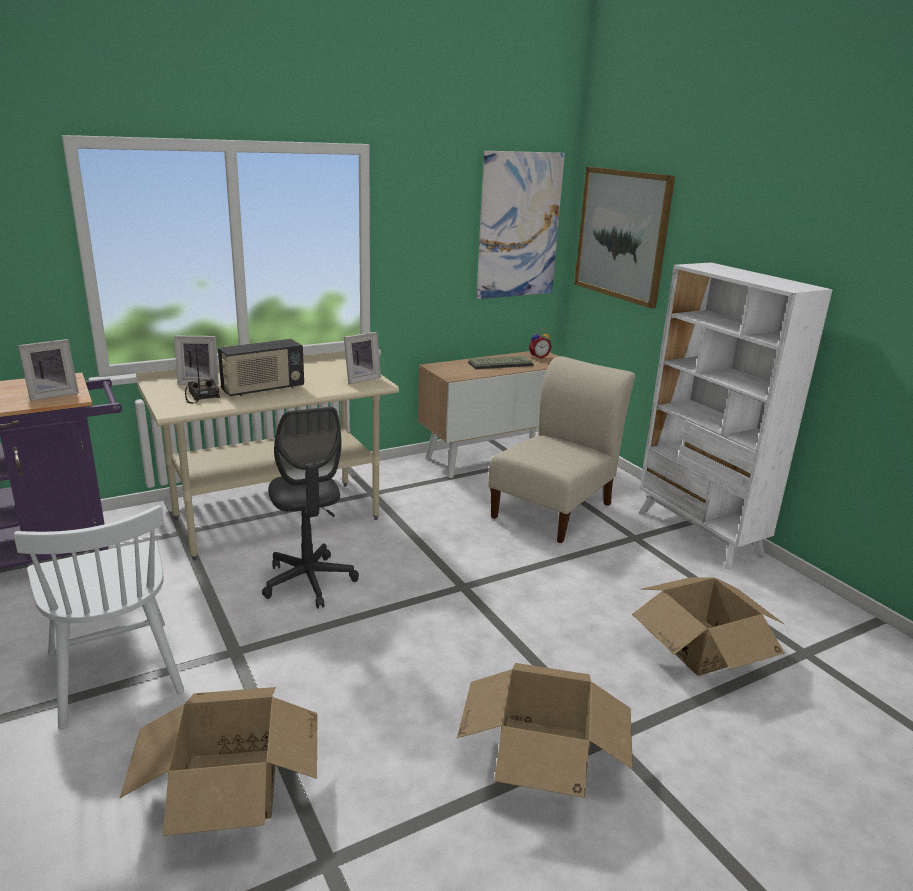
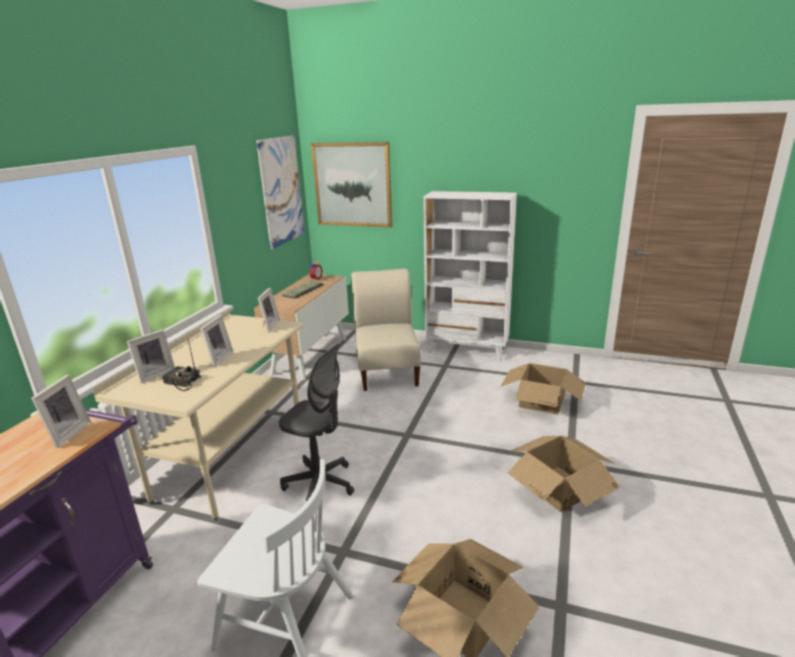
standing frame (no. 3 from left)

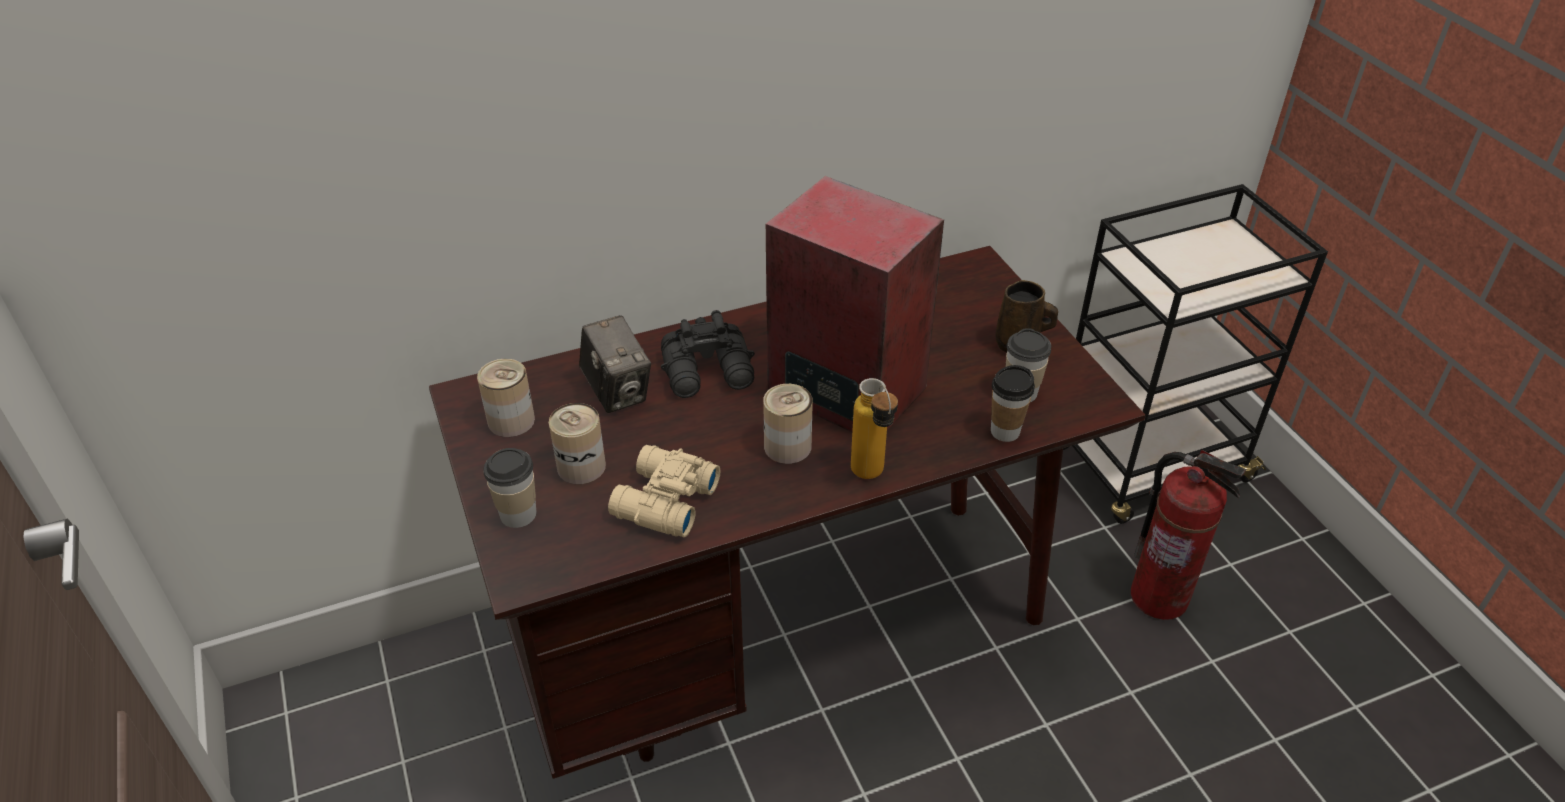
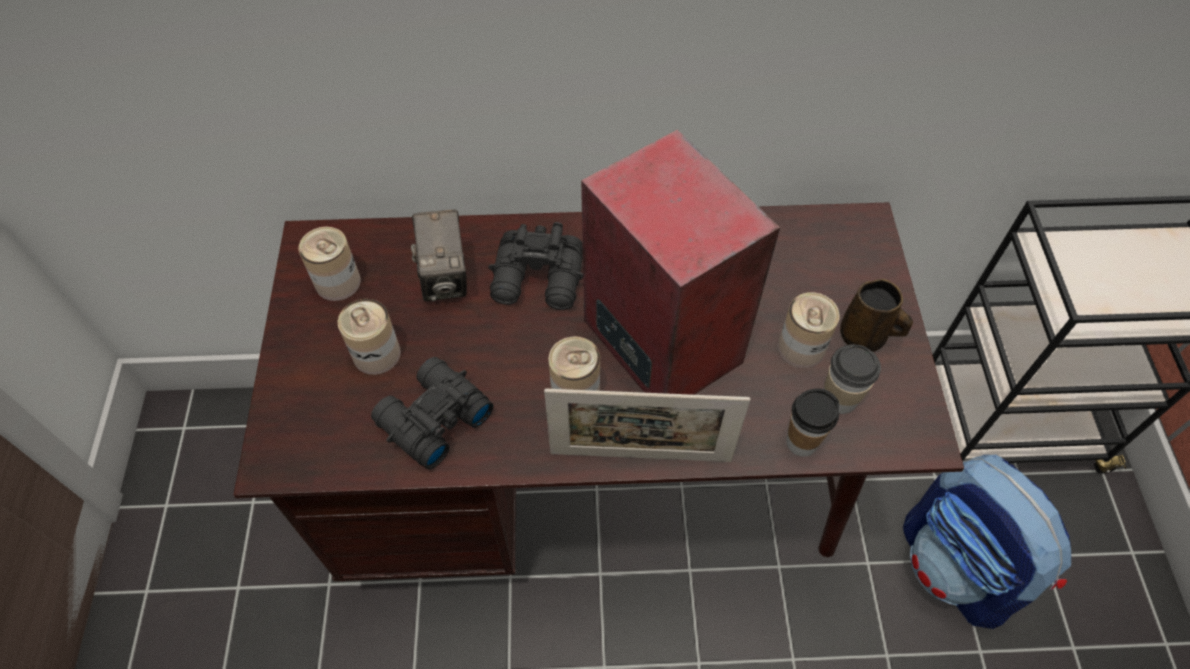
standing frame; black field glasses (no. 1 from left); cup (no. 1 from left in the first image); rucksack; can (no. 4 from left)

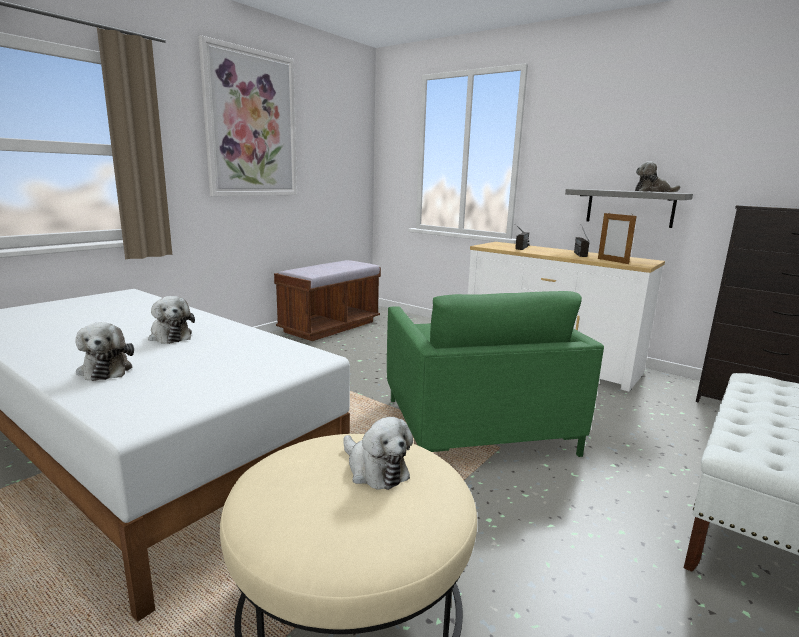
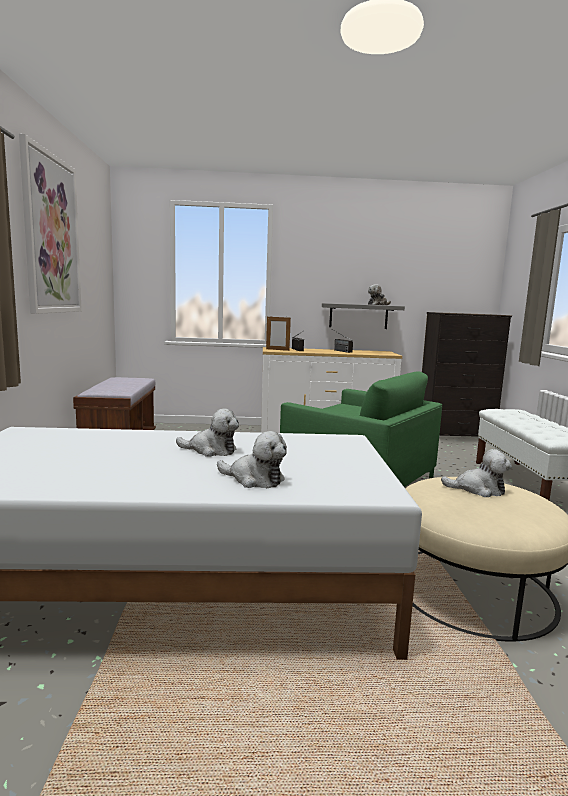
standing frame

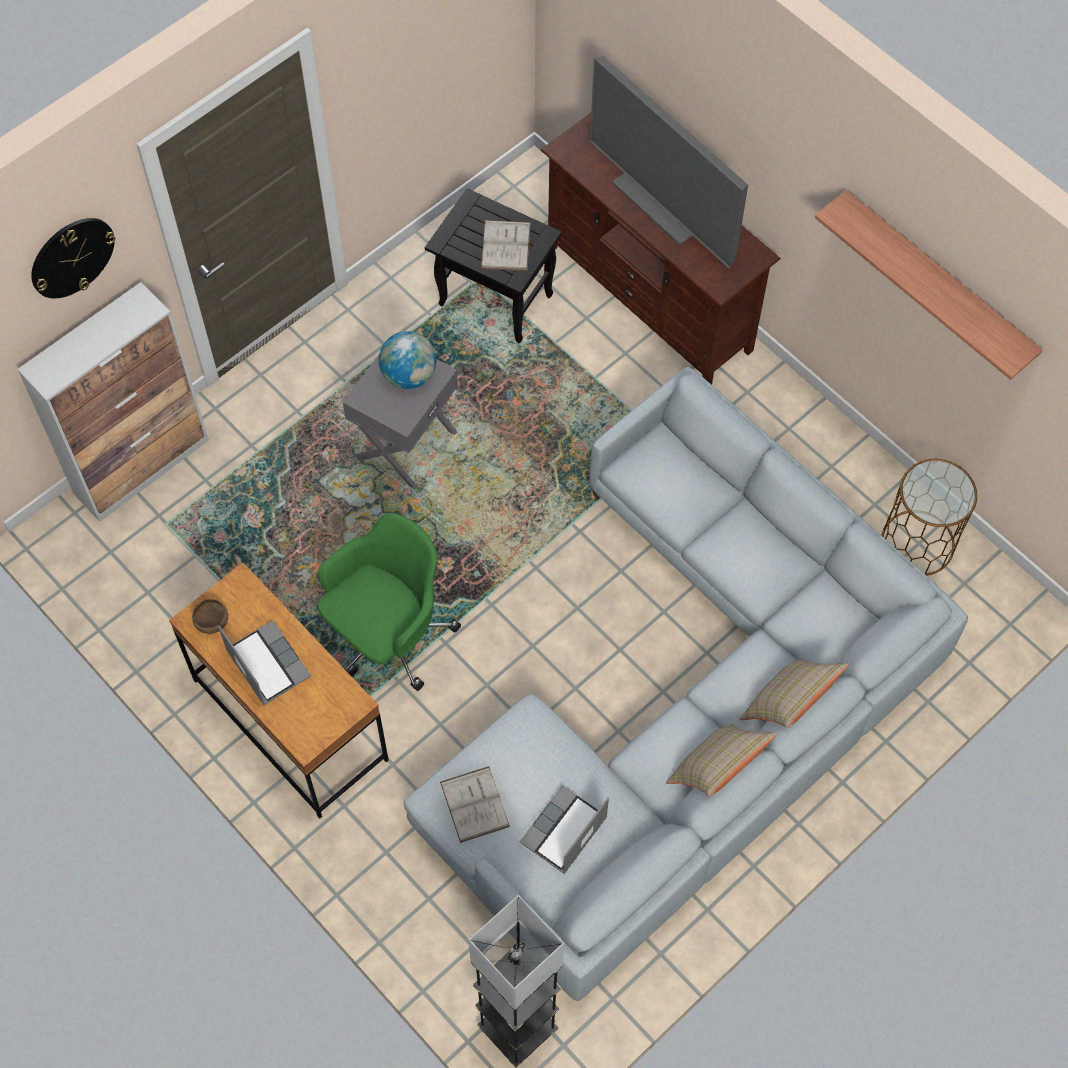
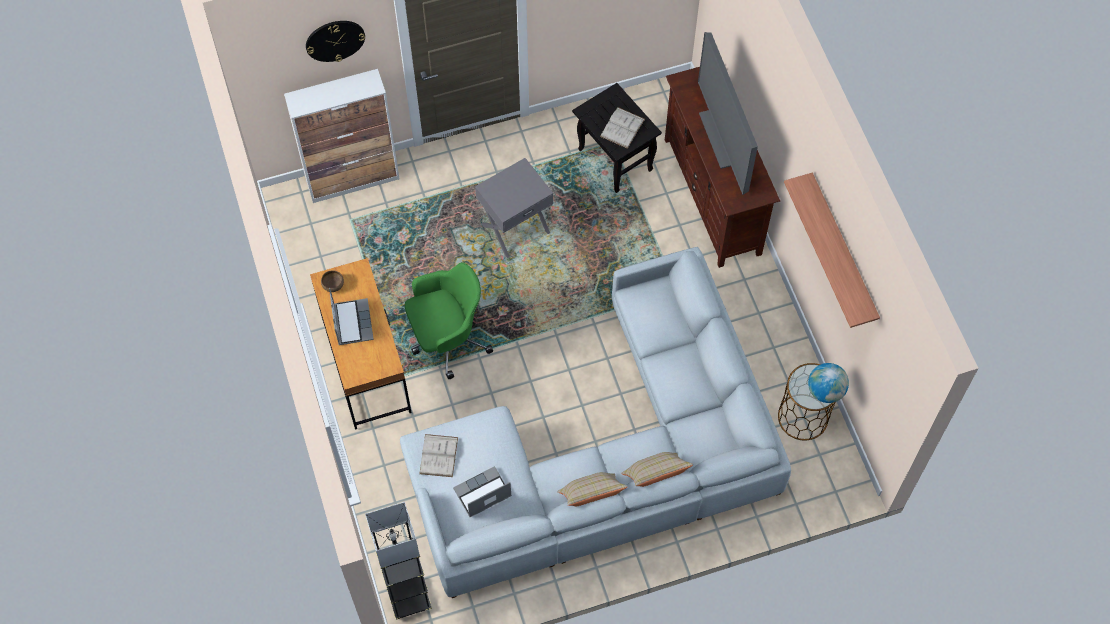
desk globe

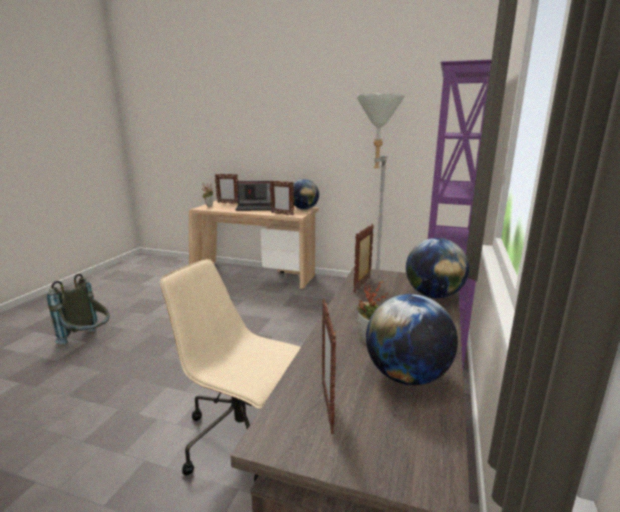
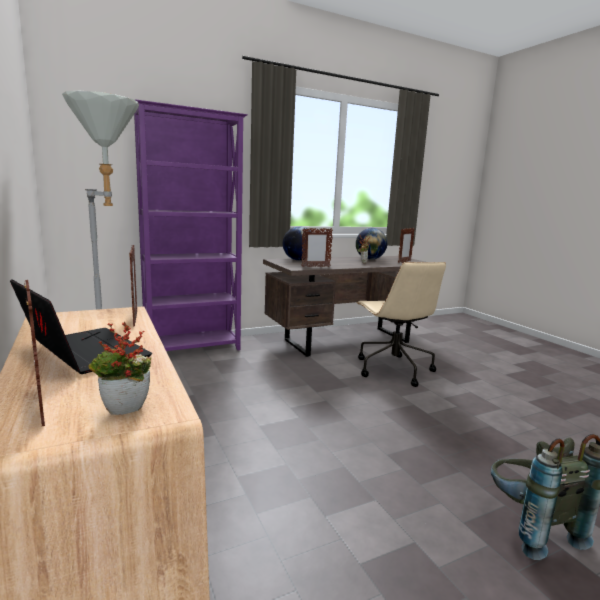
desk globe (no. 1 from left in the first image)

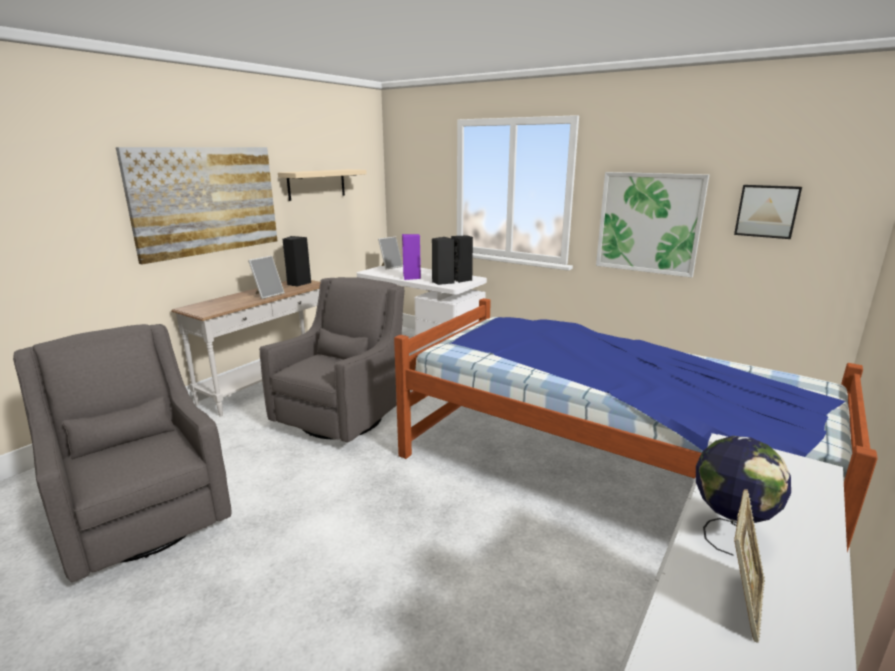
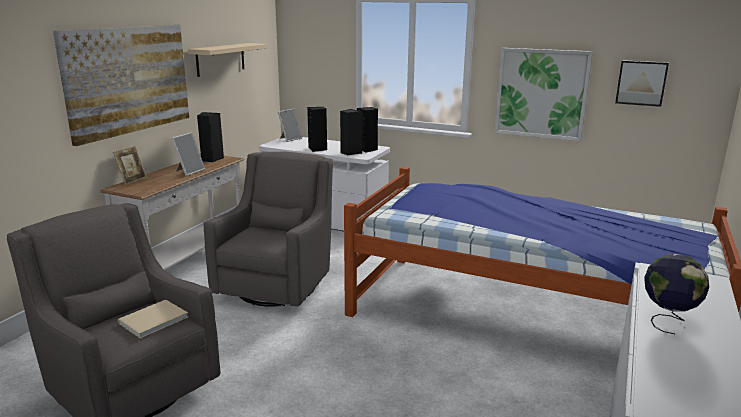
black speaker (no. 2 from left); standing frame (no. 1 from left); sand-coloured bound book

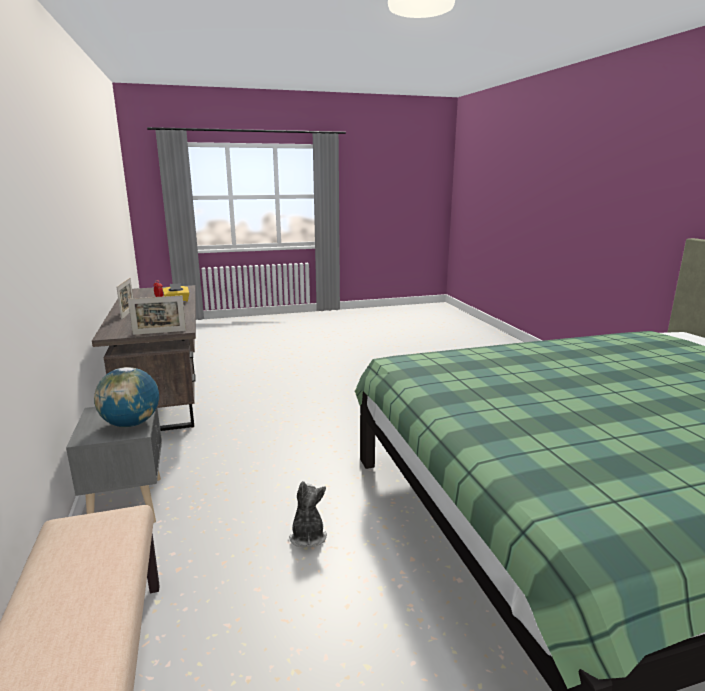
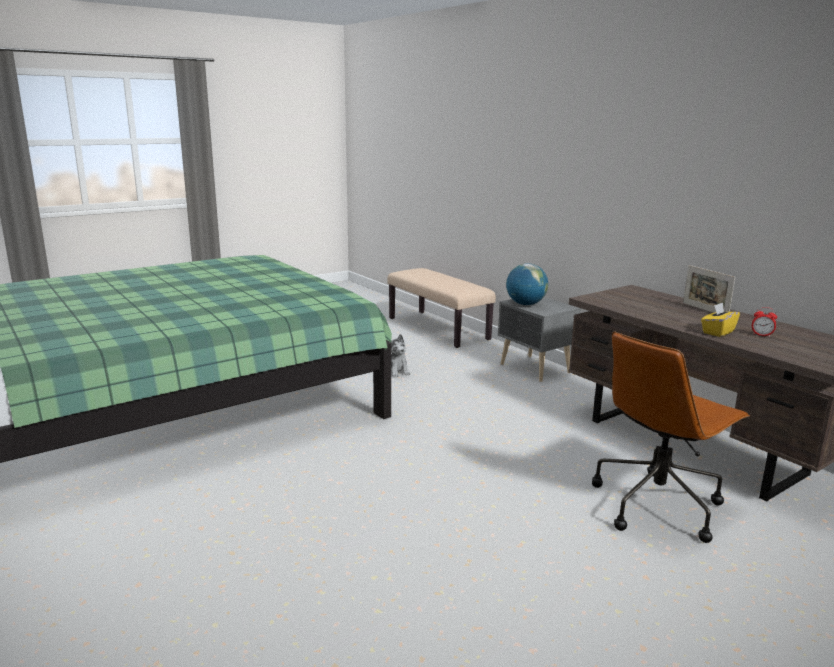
standing frame (no. 2 from left in the first image); brown-coloured desk chair

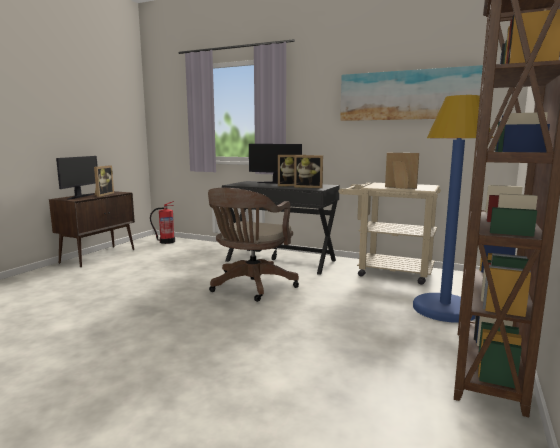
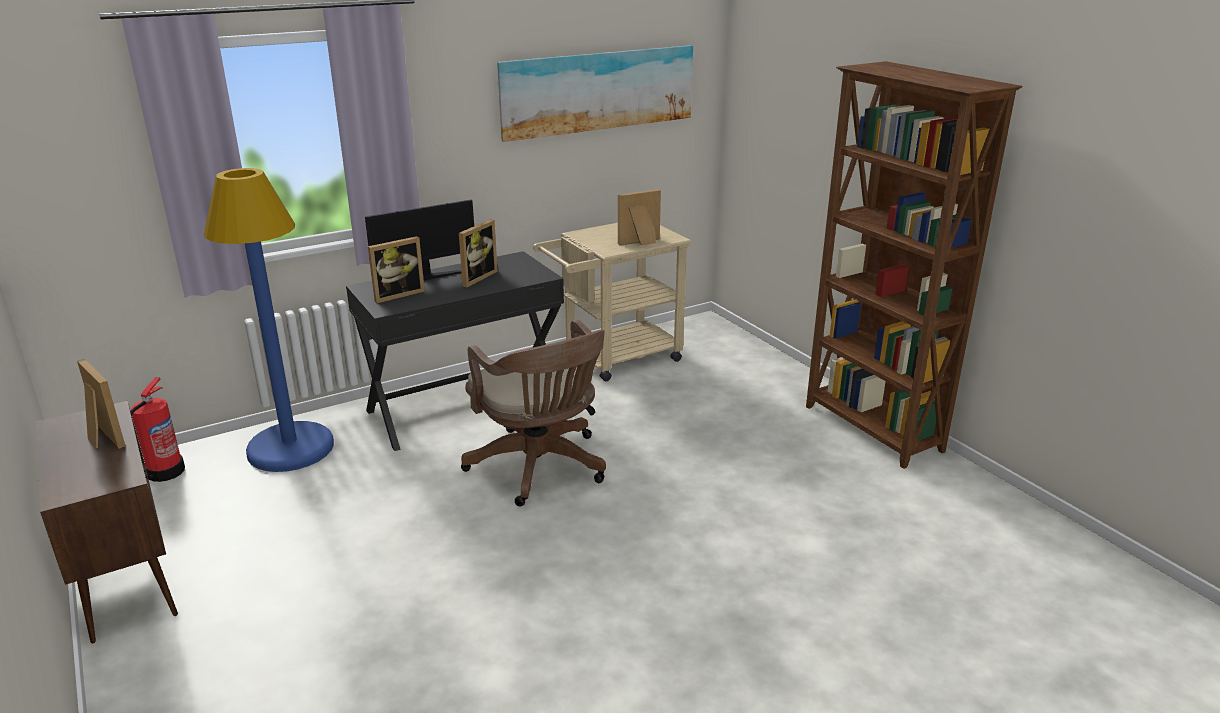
blue-coloured standing lamp; standing frame (no. 2 from left); monitor (no. 1 from left in the first image)

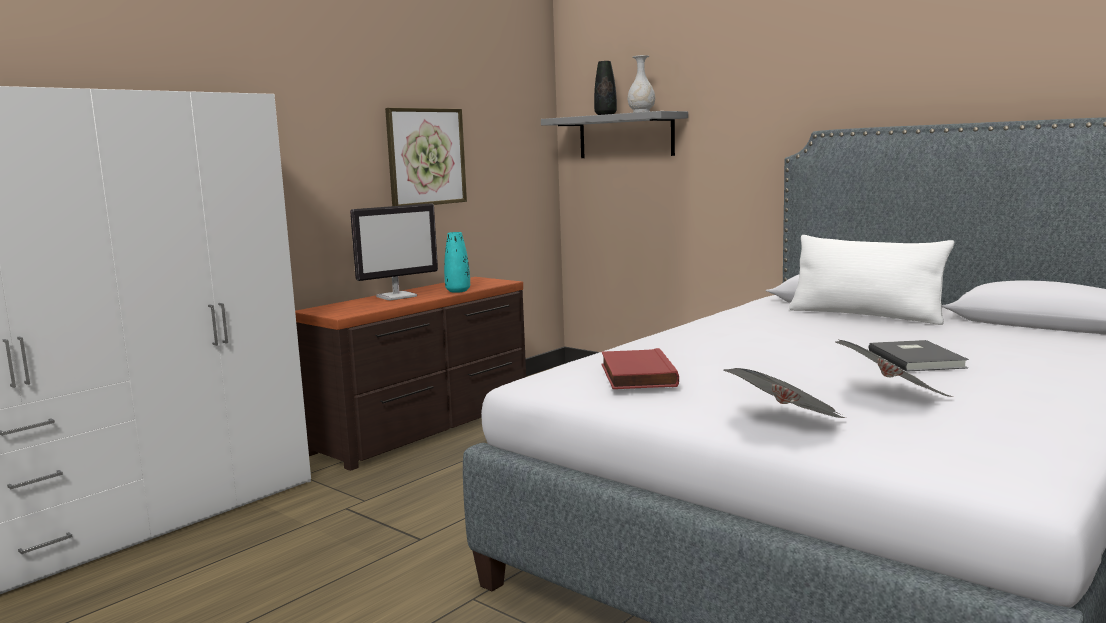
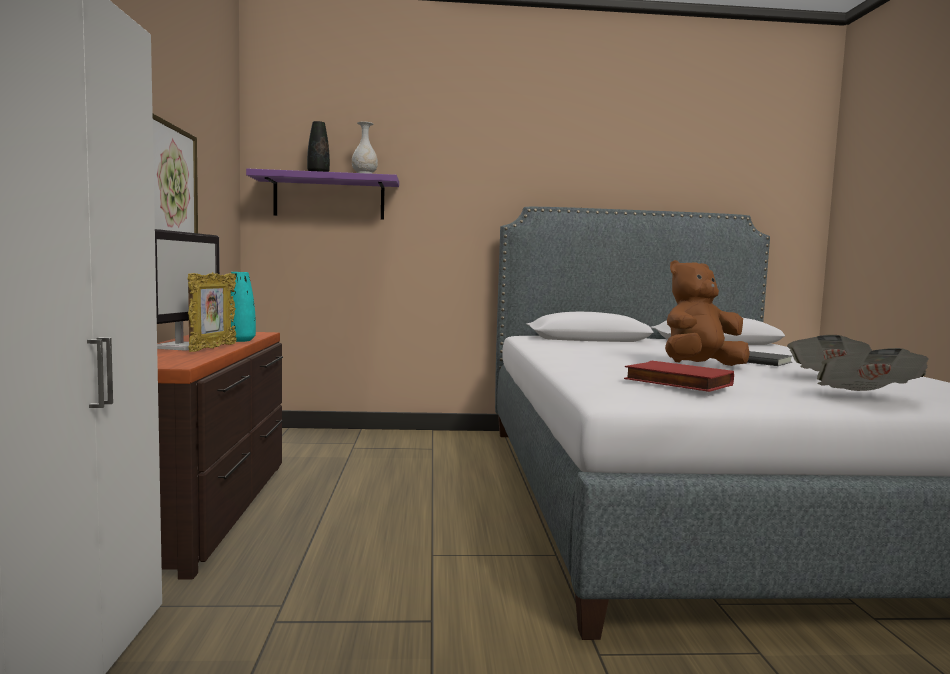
purple-coloured shelf; white cushion; brown-coloured plush toy; standing frame

